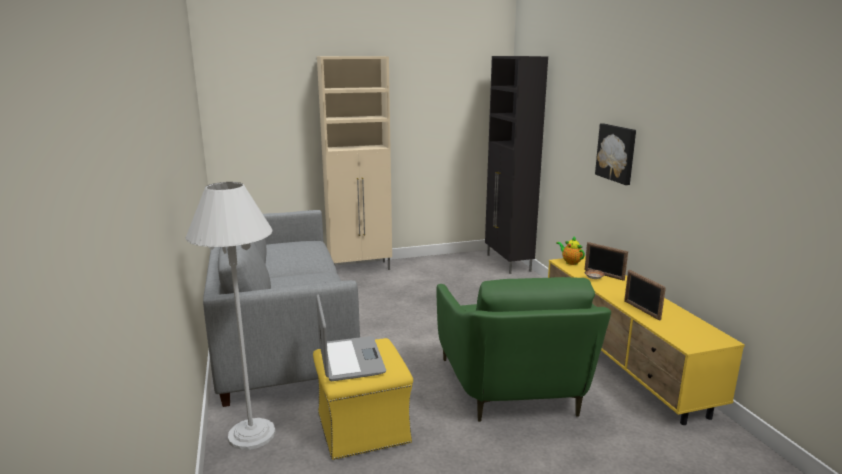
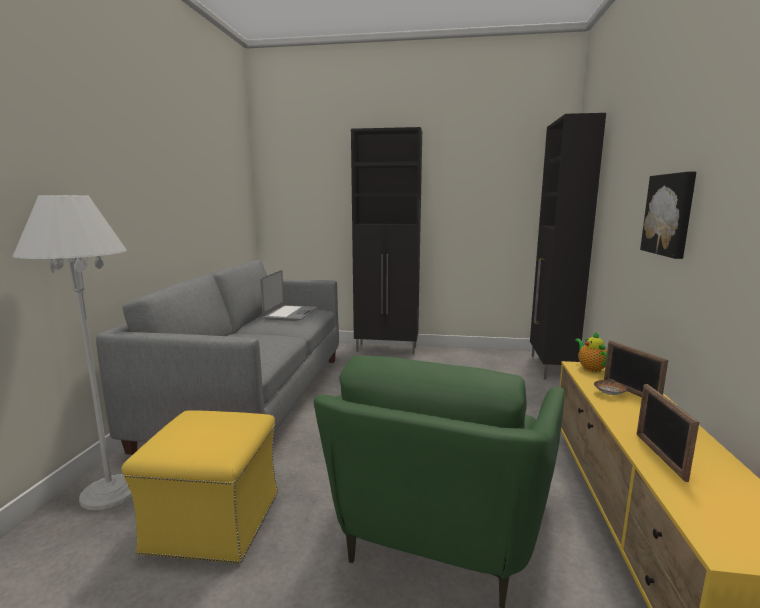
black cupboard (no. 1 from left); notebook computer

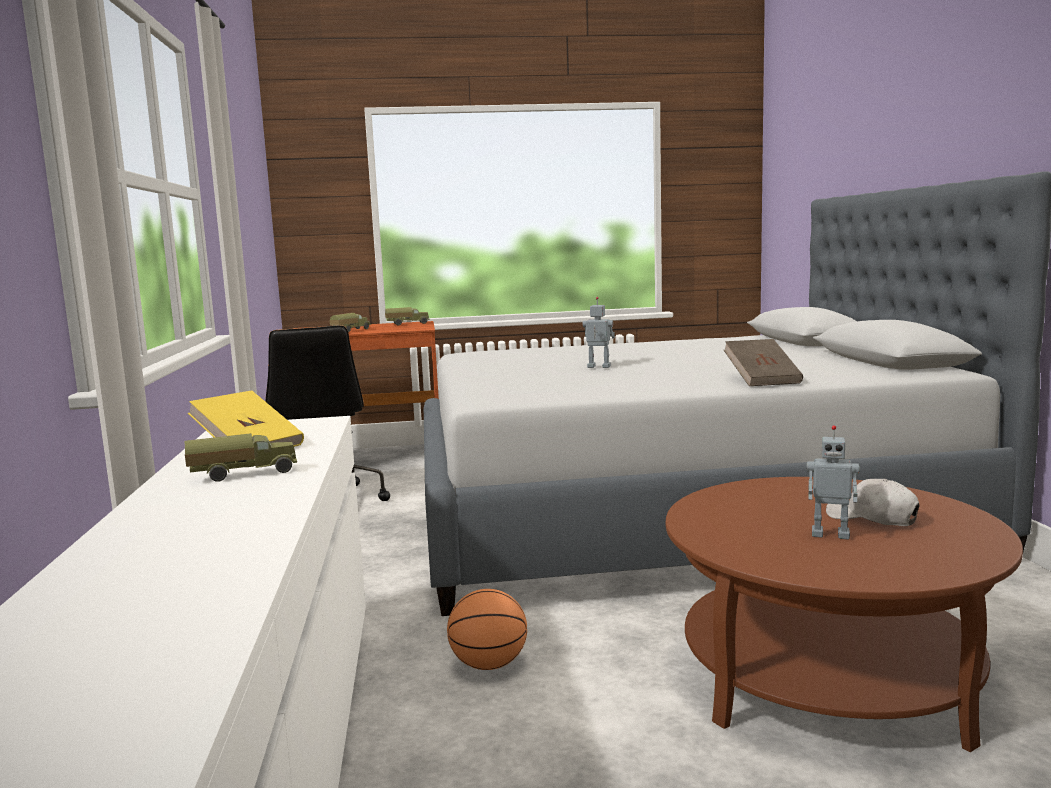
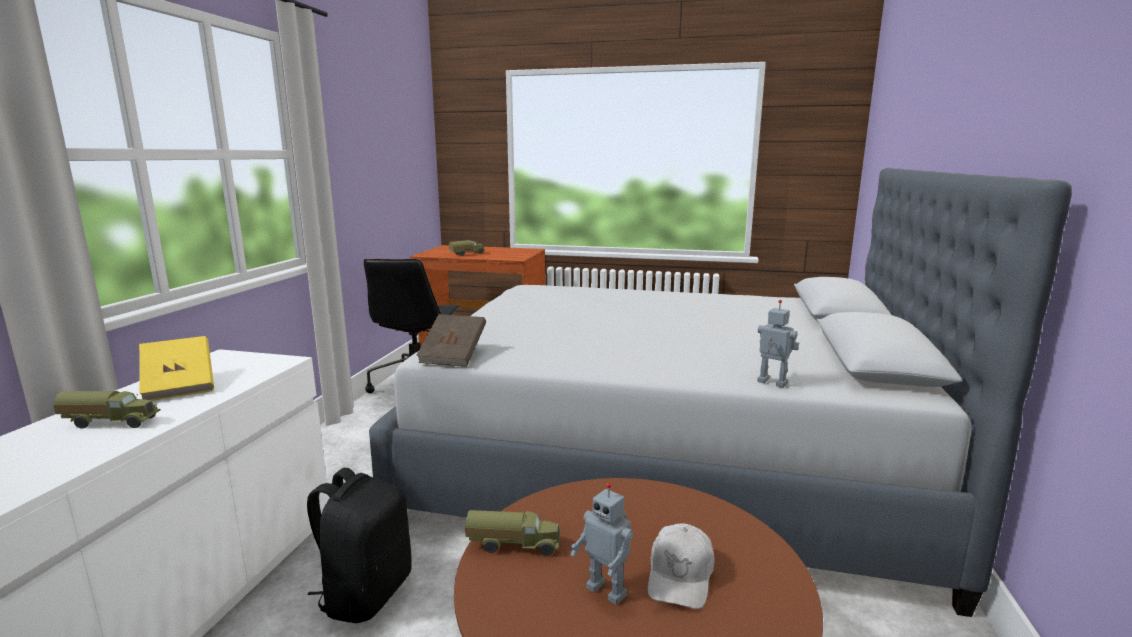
robot figure (no. 2 from left); toy lorry (no. 3 from left); brown-coloured bound book; white baseball cap; black rucksack

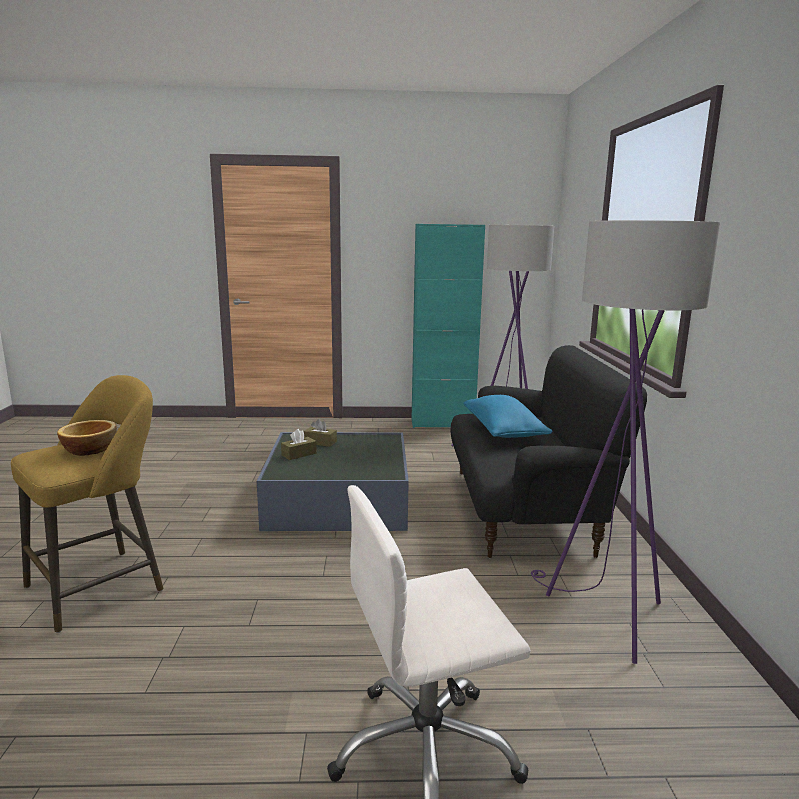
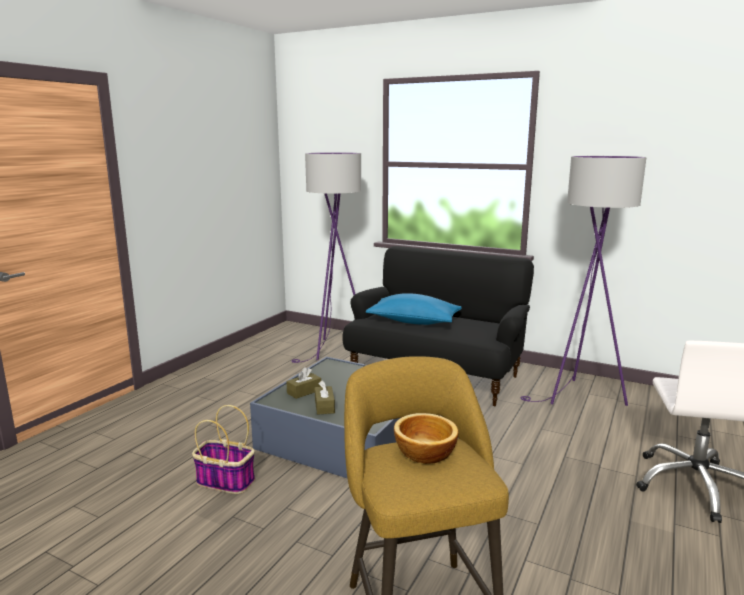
turquoise cupboard; basket

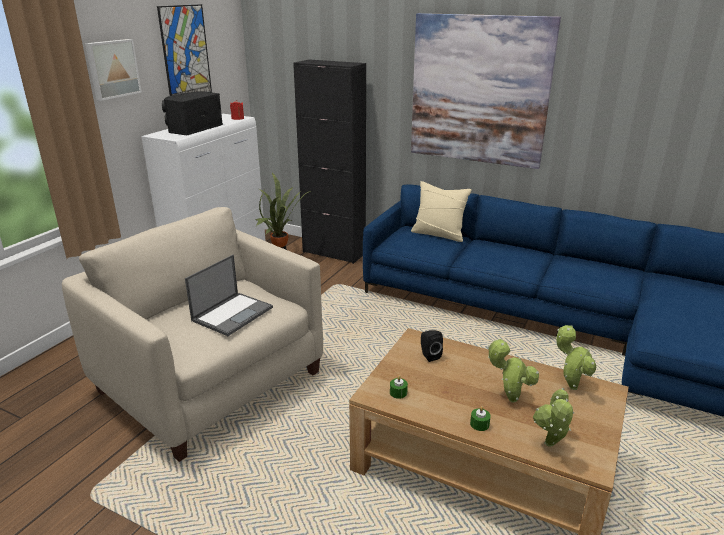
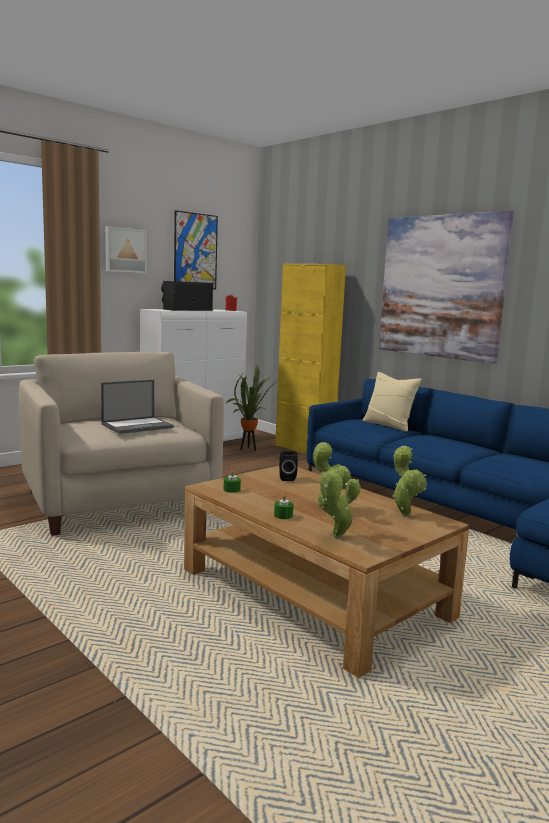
yellow cupboard

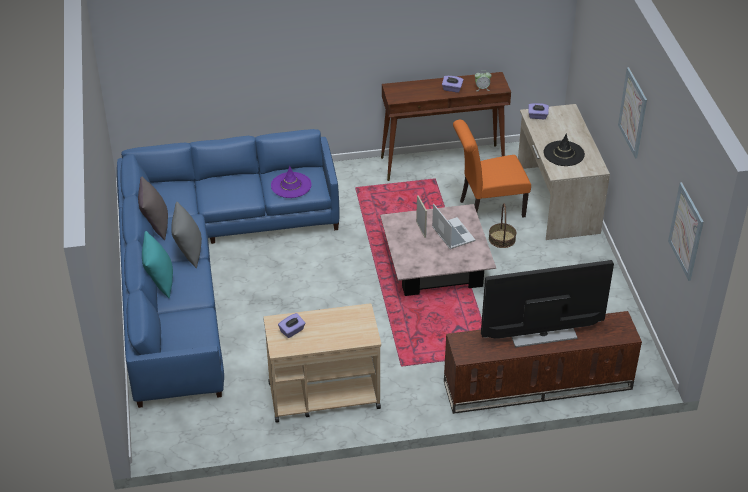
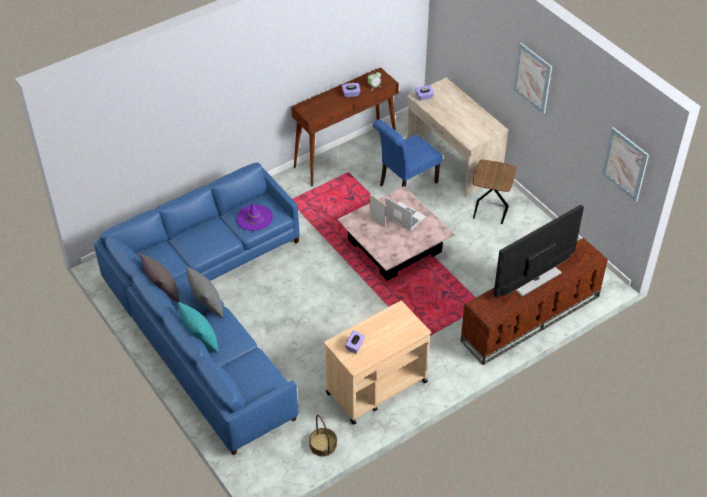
blue-coloured chair; black hat; basket; brown-coloured side table

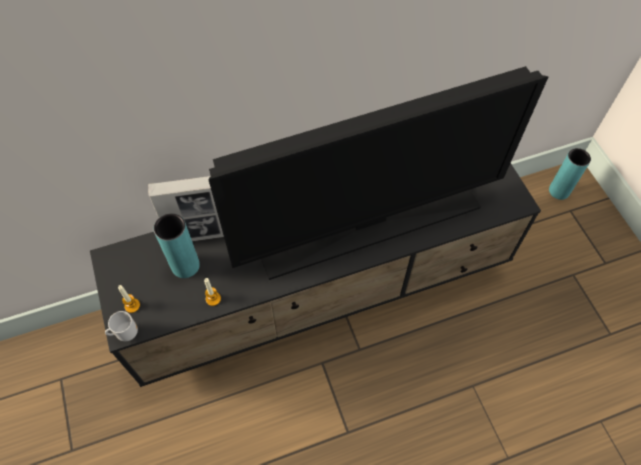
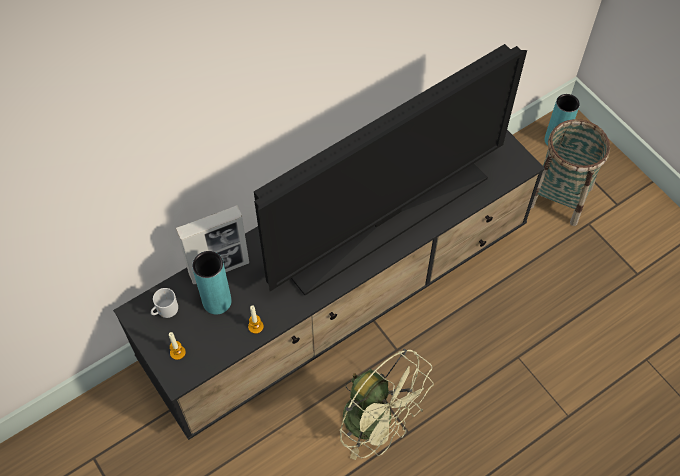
coffee mug; basket; green-coloured fan

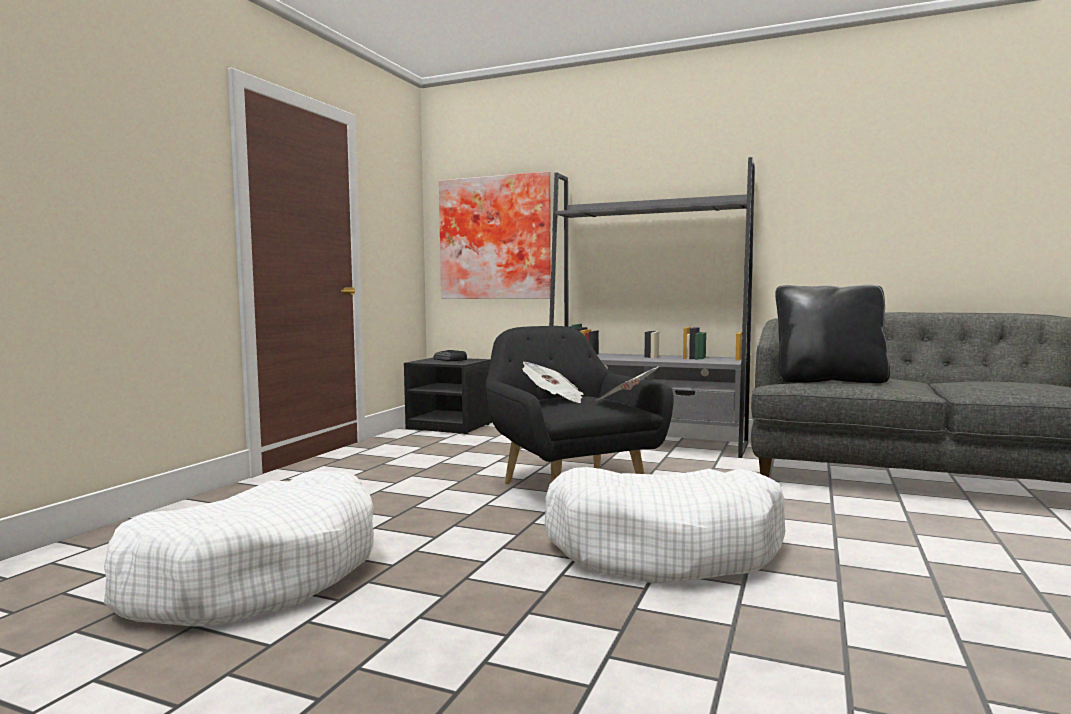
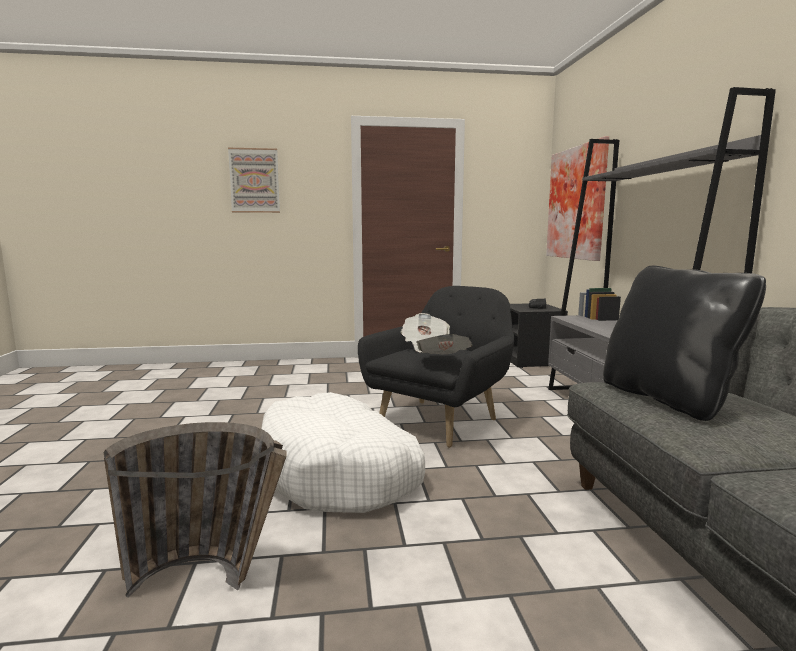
white dog cushion (no. 1 from left in the first image); wall art (no. 1 from left); basket

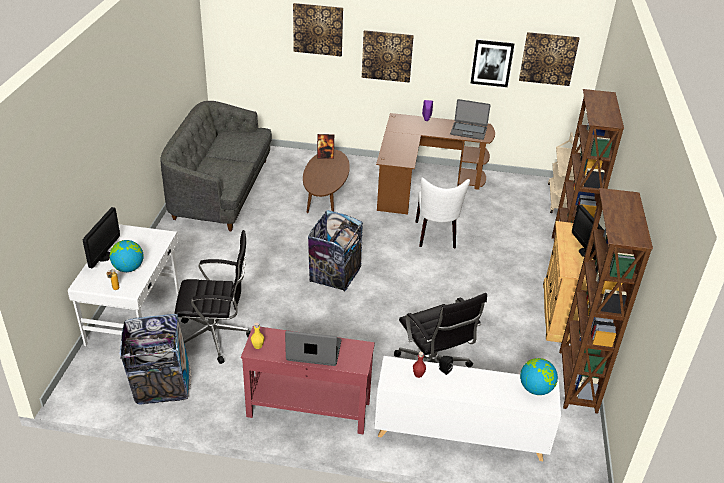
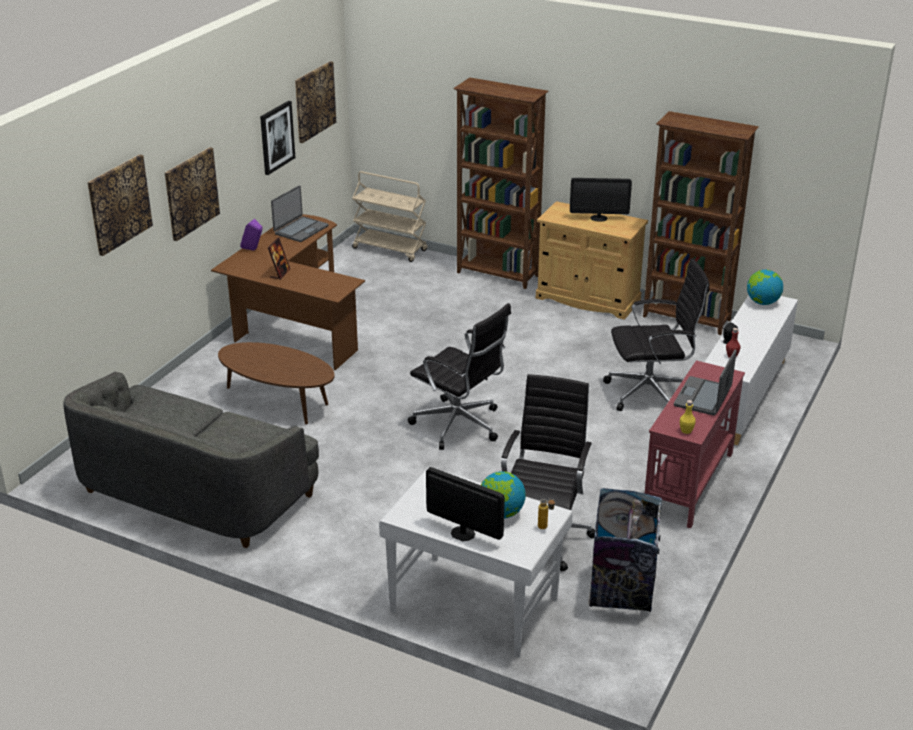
standing frame; white chair; black desk chair (no. 1 from left)

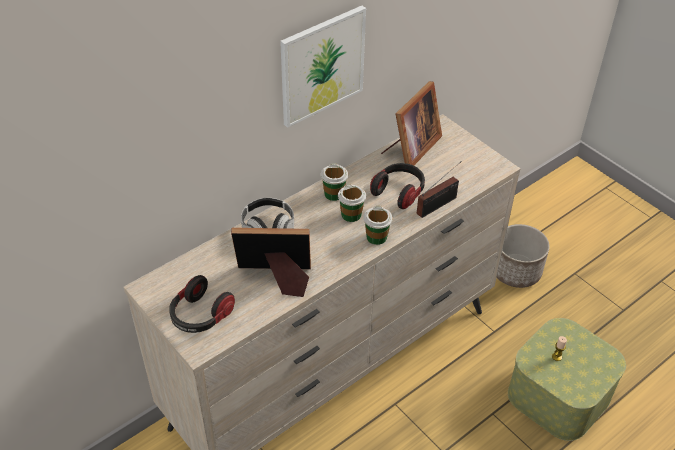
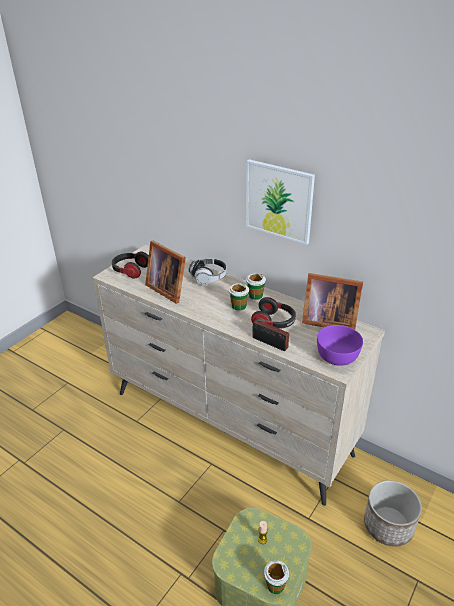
cup (no. 3 from left); standing frame (no. 1 from left); purple-coloured deep dish

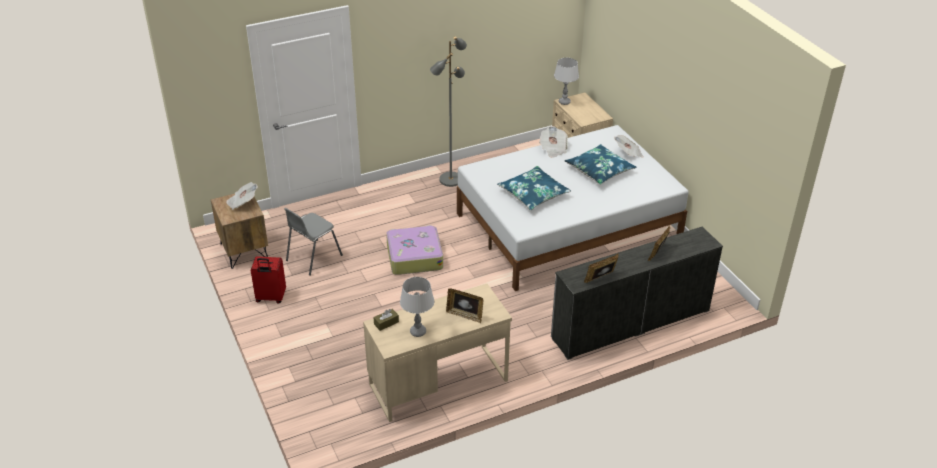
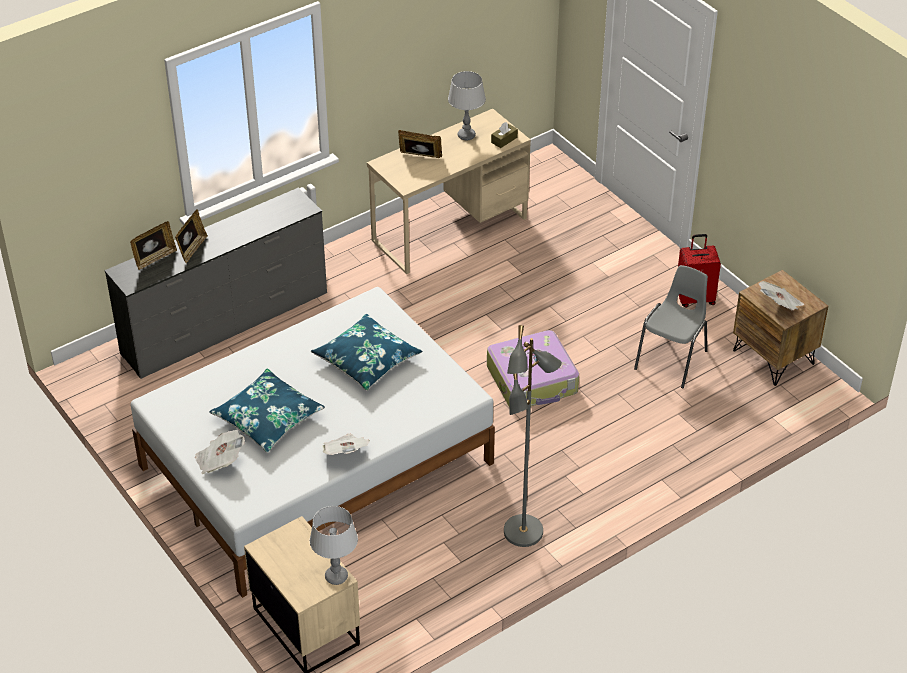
standing frame (no. 1 from left)

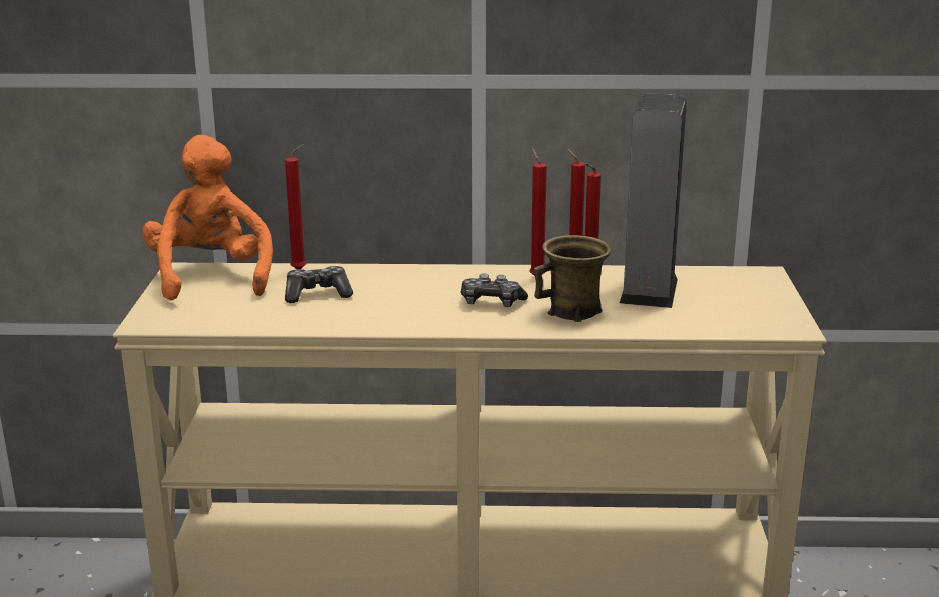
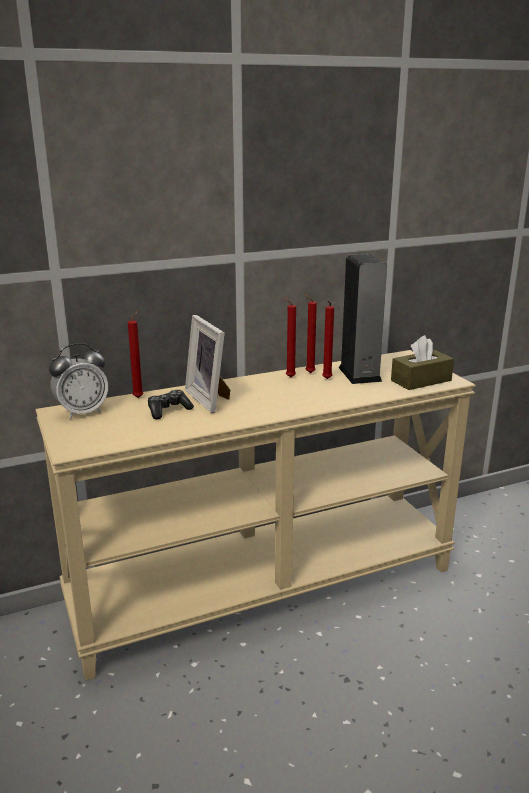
table clock; brown-coloured coffee mug; gamepad (no. 2 from left in the first image); standing frame; brown-coloured tissue box

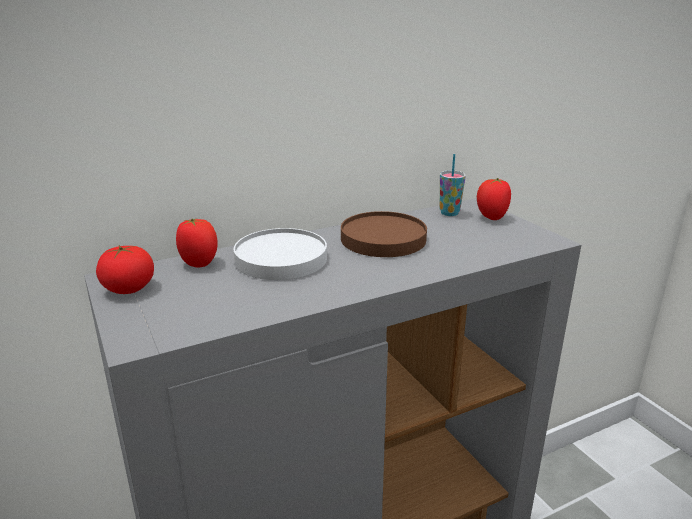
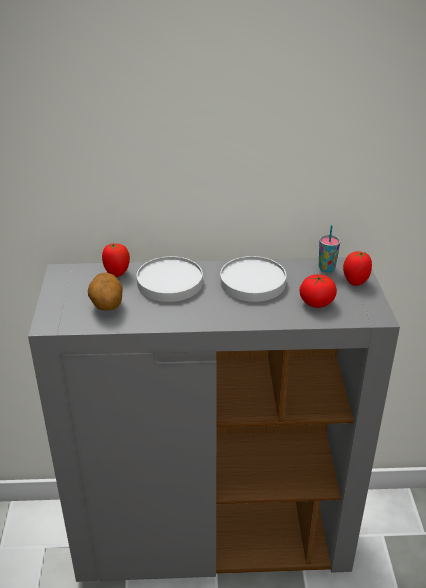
white flat dish (no. 2 from left); whole tomato (no. 2 from left); spud

